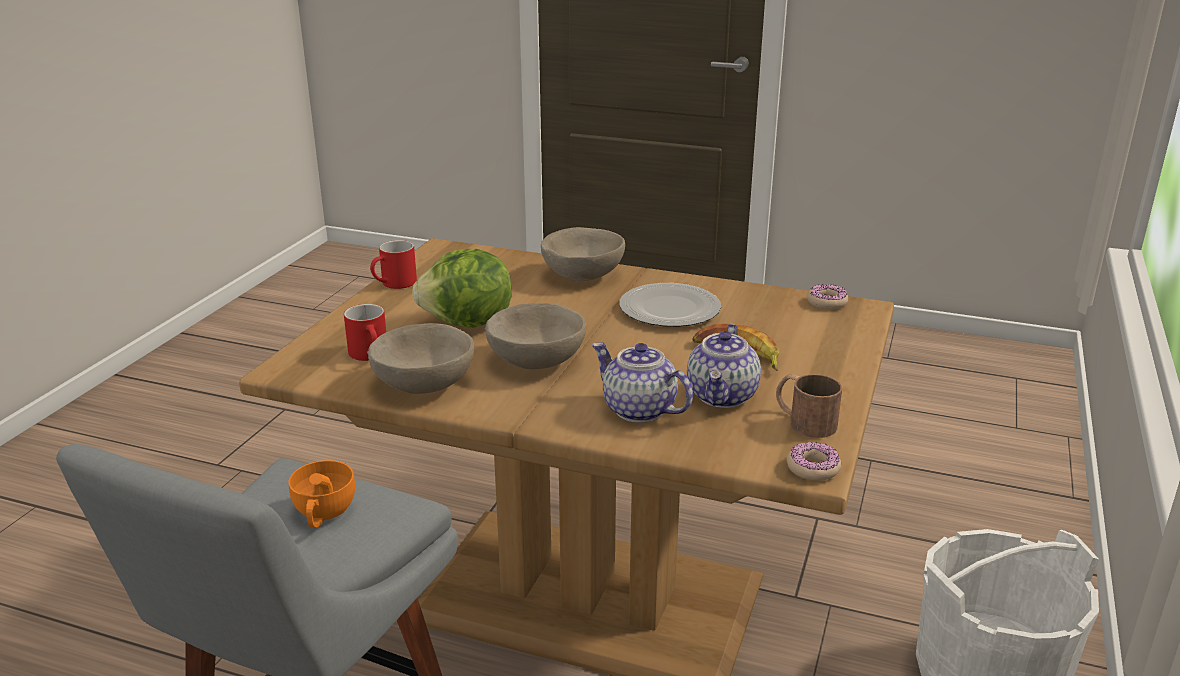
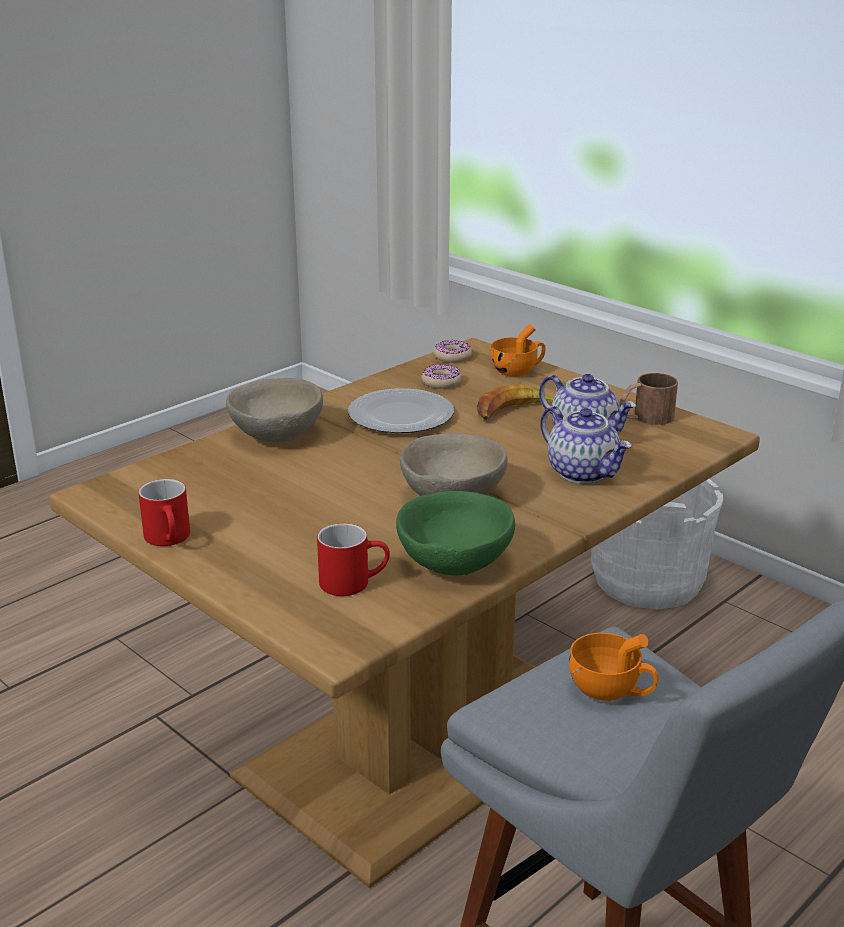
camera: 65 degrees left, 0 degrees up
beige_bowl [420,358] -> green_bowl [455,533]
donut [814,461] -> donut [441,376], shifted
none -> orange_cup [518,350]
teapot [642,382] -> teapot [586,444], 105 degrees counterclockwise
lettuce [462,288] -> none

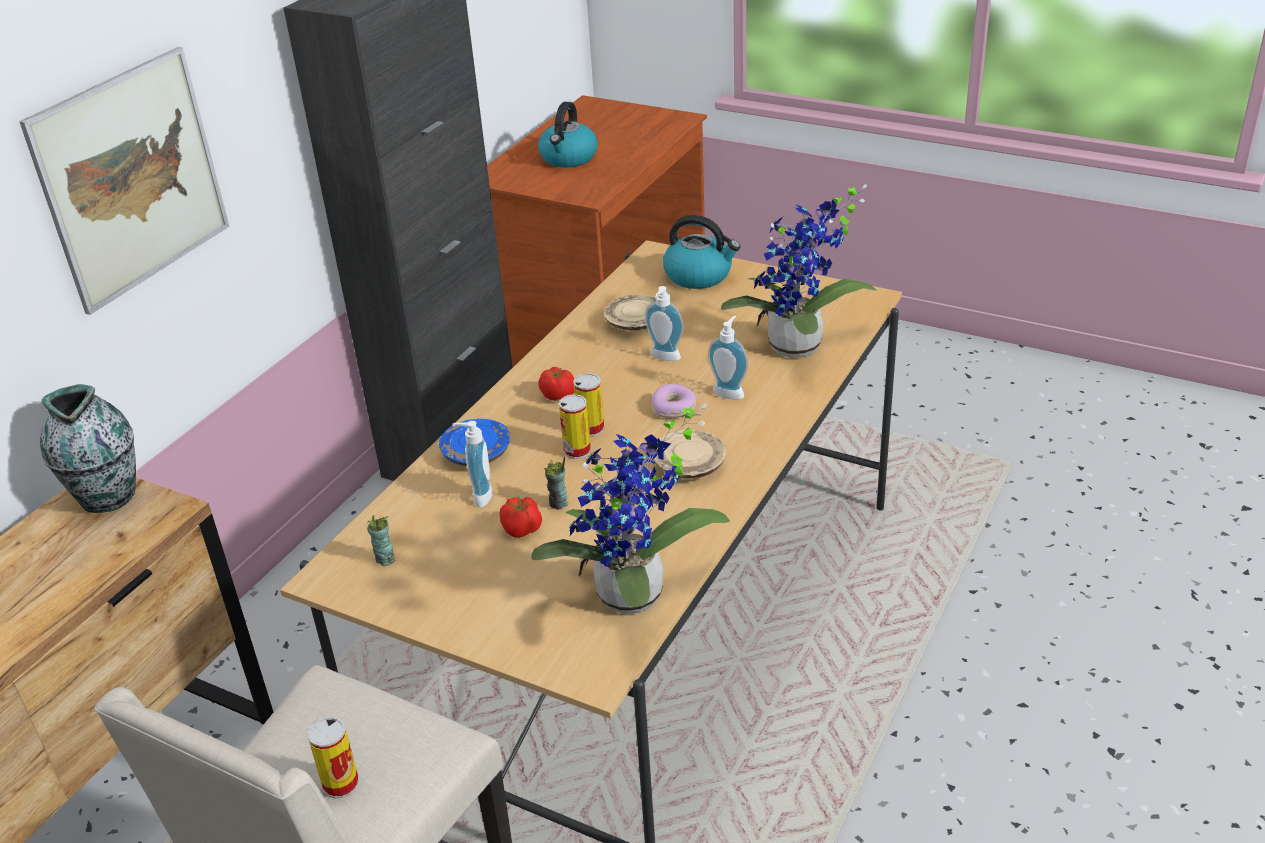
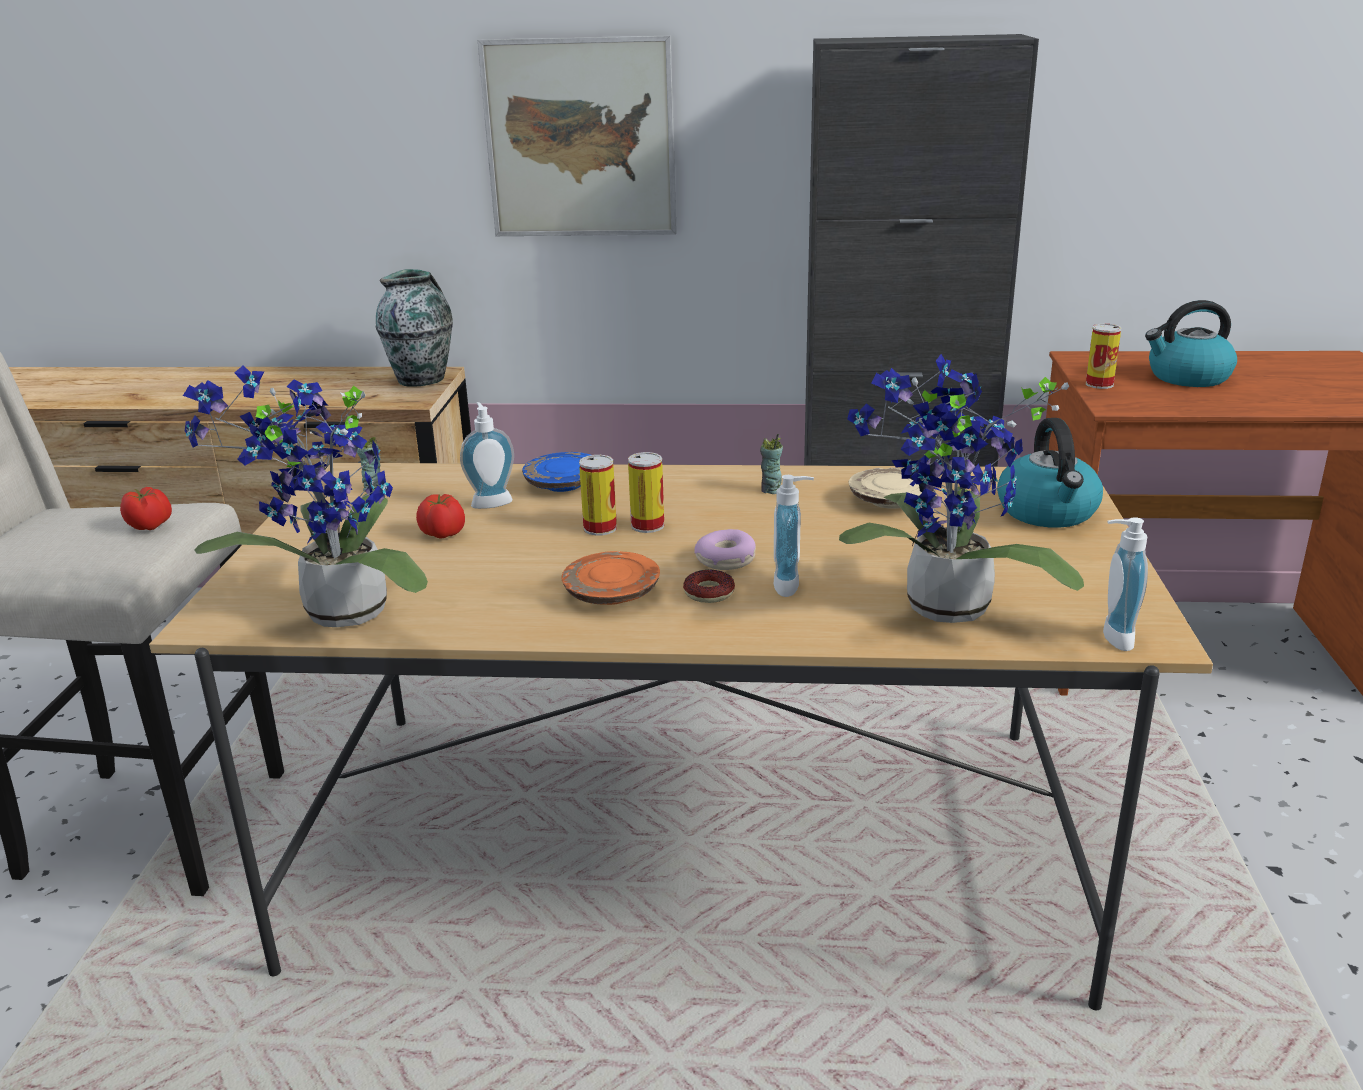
camera: 65 degrees right, 10 degrees down
tomato [556,384] -> tomato [146,508], shifted
beige_plate [690,454] -> orange_plate [610,578]
none -> donut [709,586]
cup [556,483] -> cup [771,464], shifted
can [333,757] -> can [1103,356], shifted
soap_dispenser [664,323] -> soap_dispenser [1125,584], shifted

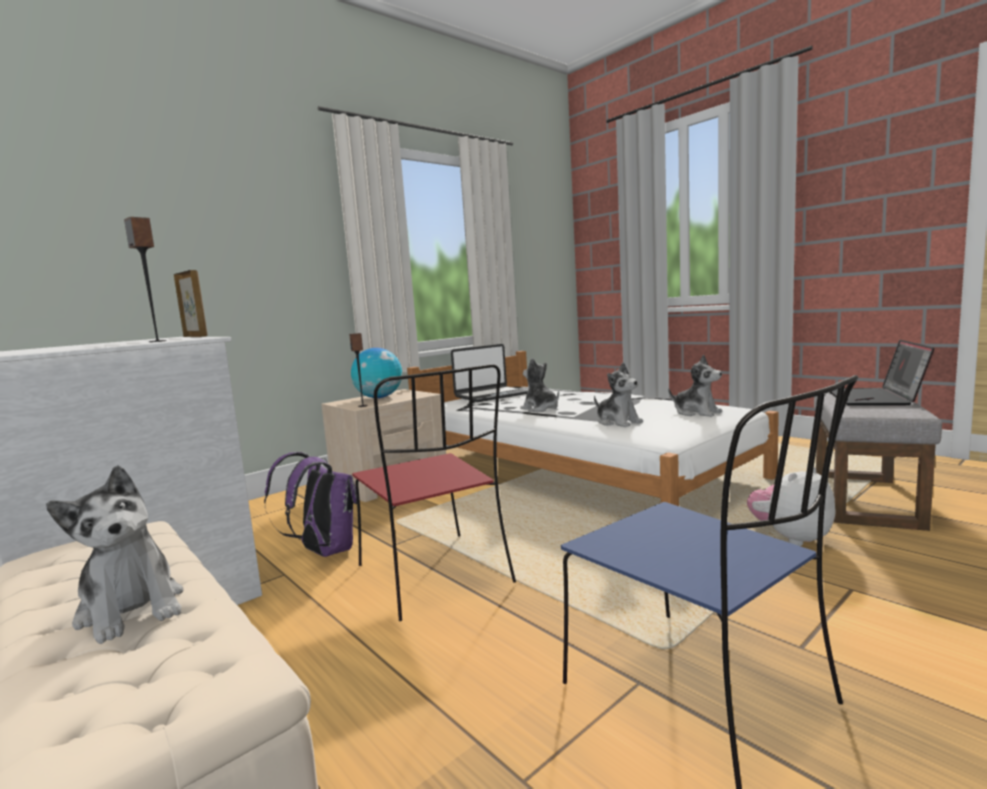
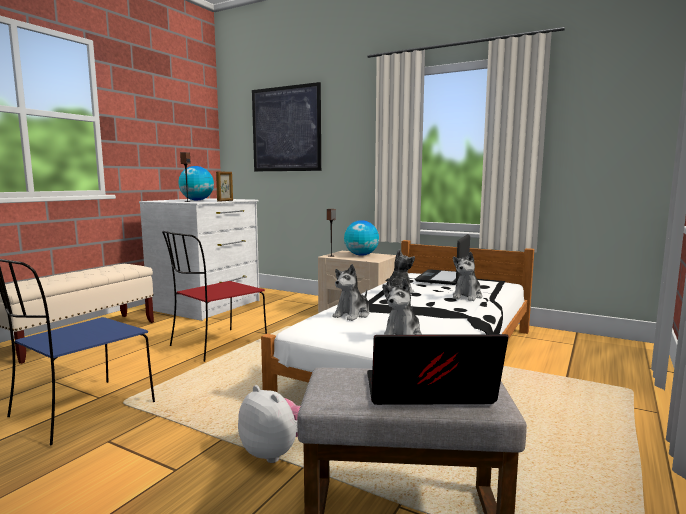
camera: 70 degrees right, 0 degrees up
none -> globe [196,183]
none -> picture [286,126]
laptop [489,373] -> laptop [442,259], 75 degrees clockwise
plush_toy [114,554] -> plush_toy [468,276], shifted
purple_backpack [310,504] -> none

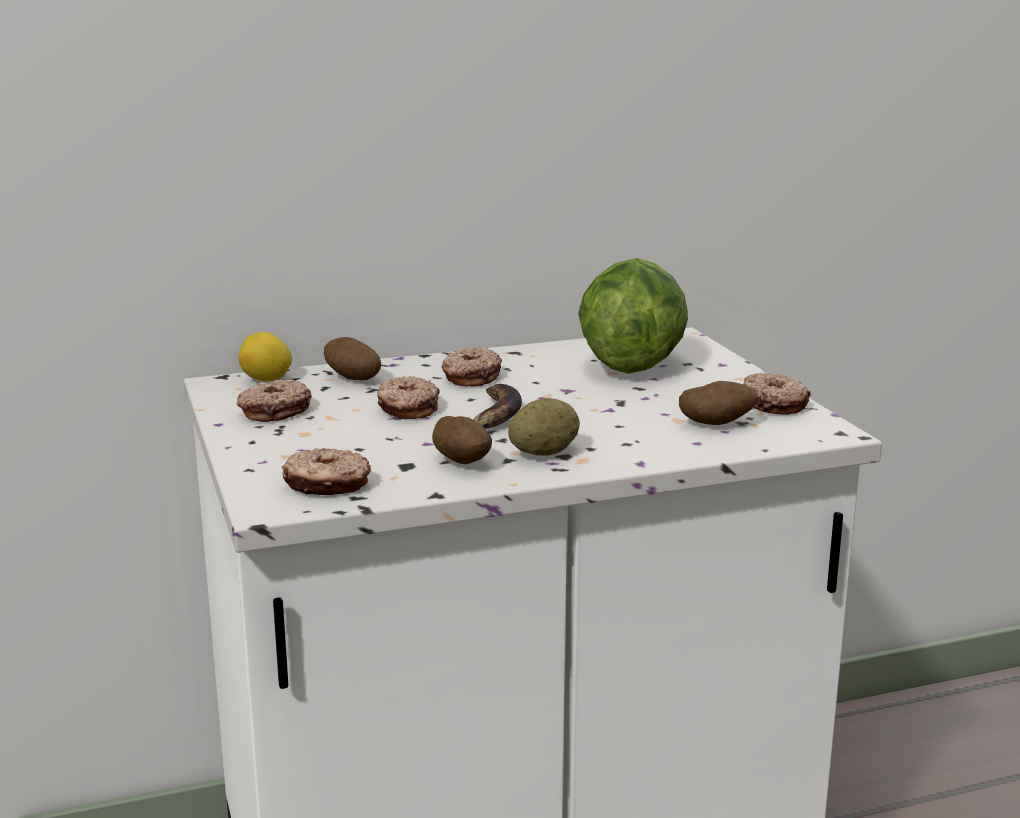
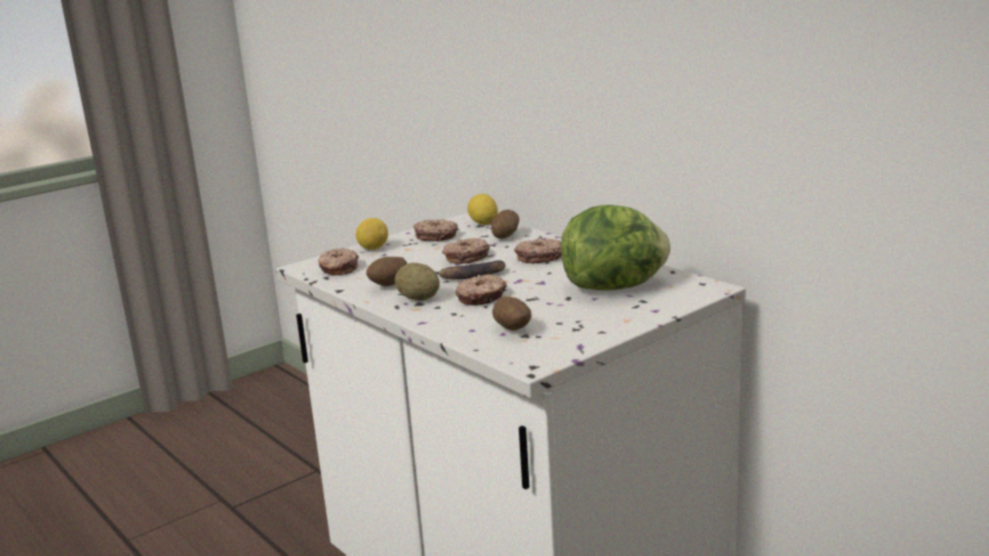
camera: 70 degrees right, 0 degrees up
none -> lemon [372,234]
donut [777,394] -> donut [481,289], shifted

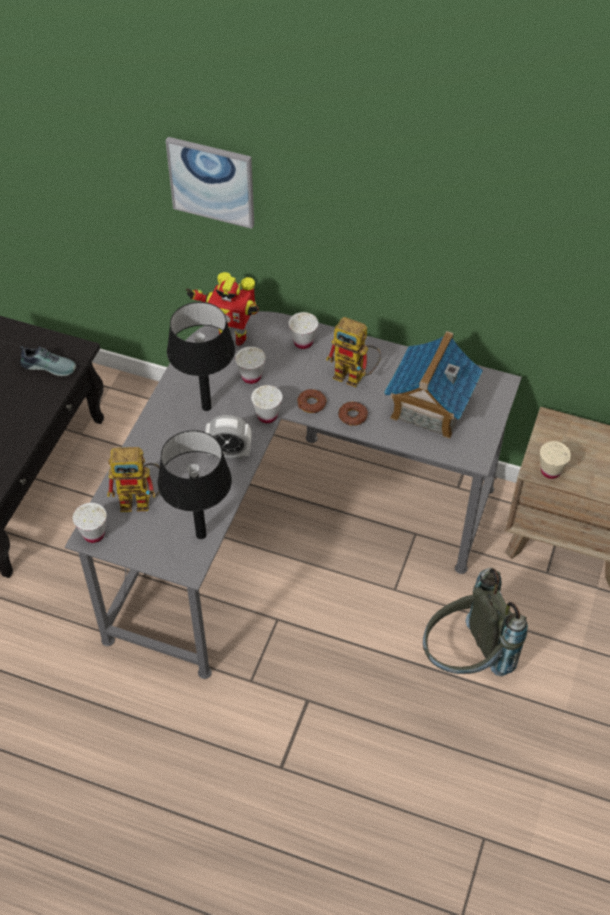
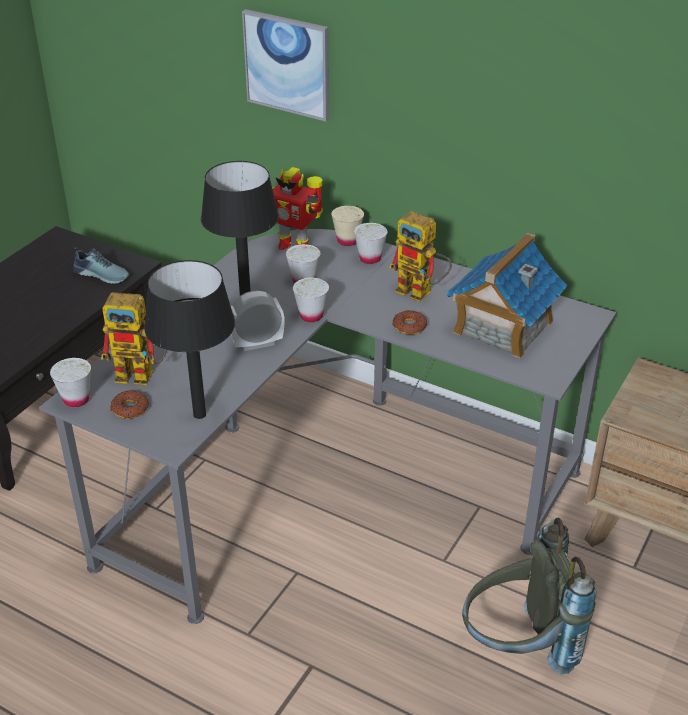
camera: 10 degrees right, 15 degrees down
donut [312,401] -> donut [129,404], shifted
alarm_clock [228,437] -> alarm_clock [258,320], 150 degrees clockwise
beige_cup [555,460] -> beige_cup [347,226], shifted

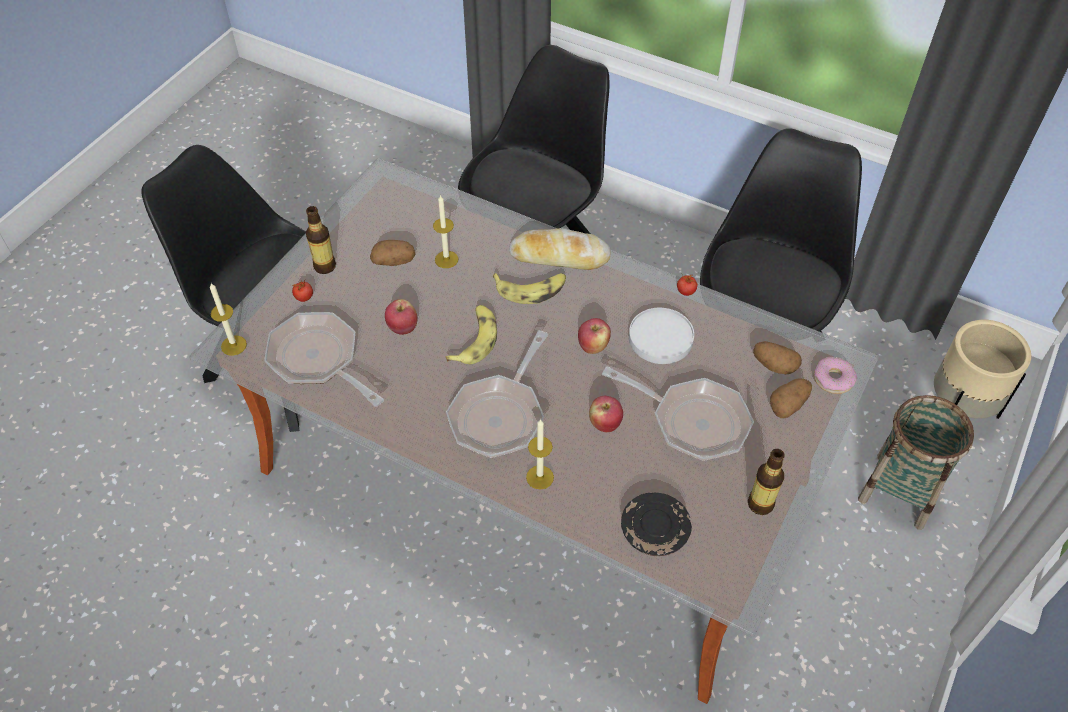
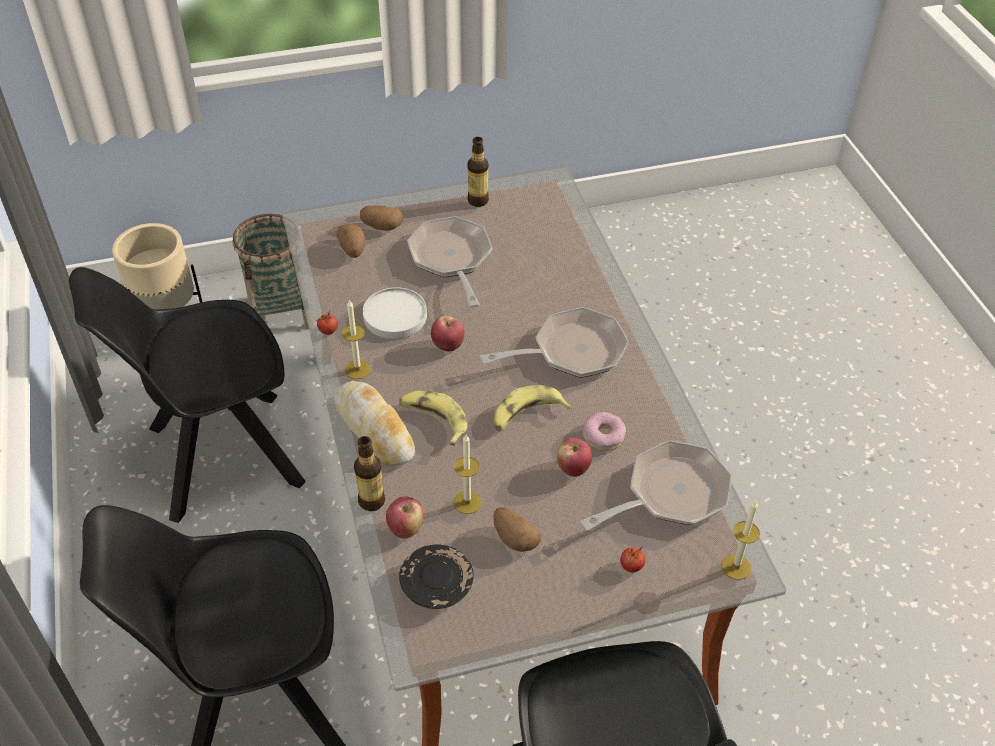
camera: 135 degrees left, 5 degrees down
candle [540,454] -> candle [356,339], shifted
bottle [321,240] -> bottle [369,473], shifted
apple [606,414] -> apple [404,517], shifted
black_plate [656,524] -> black_plate [436,576], shifted
frying_pan [324,359] -> frying_pan [656,485], 120 degrees counterclockwise
donut [835,375] -> donut [604,431], shifted

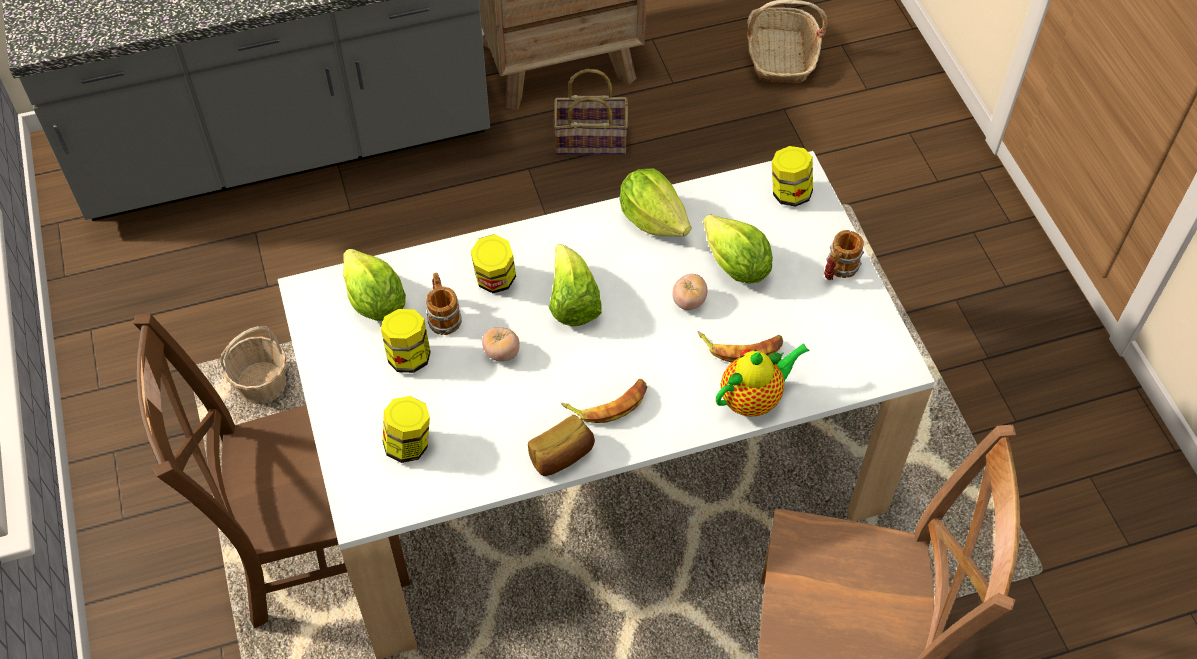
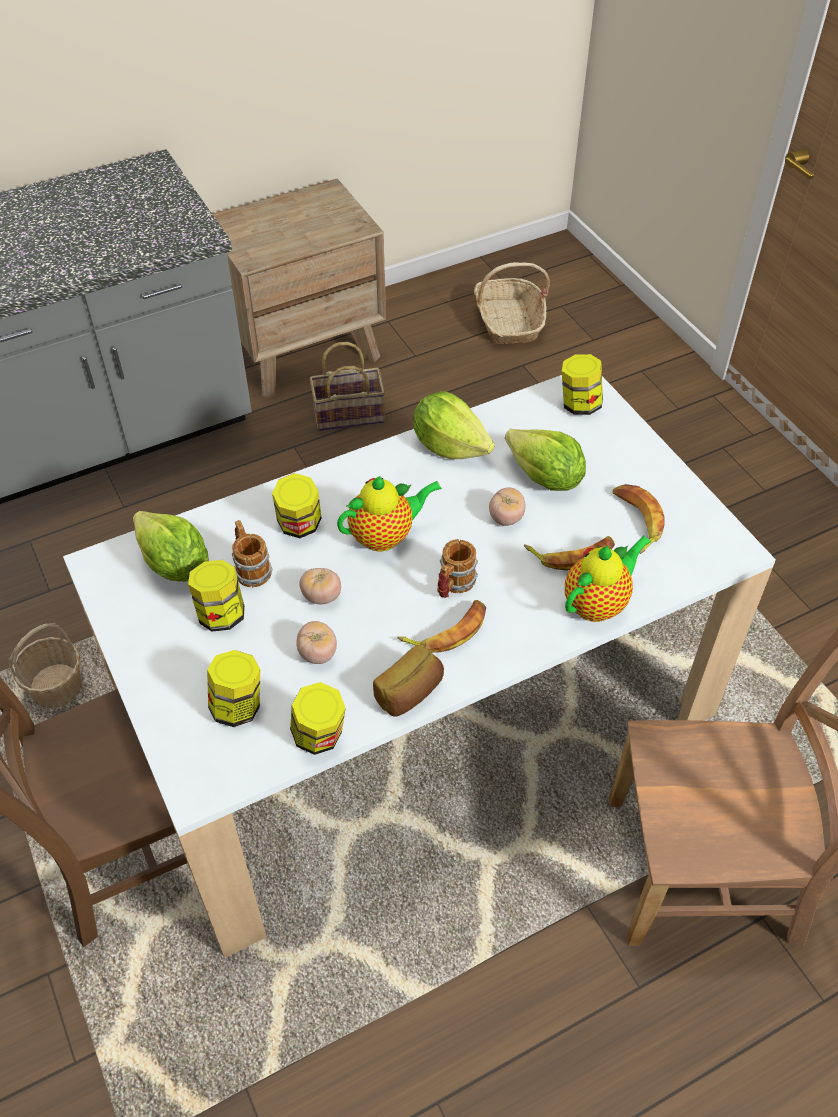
camera: 10 degrees left, 5 degrees down
none -> jar [318,718]
none -> tomato [316,642]
lettuce [575,285] -> teapot [389,514]
mug [844,255] -> mug [458,568], shifted
none -> banana [638,519]

